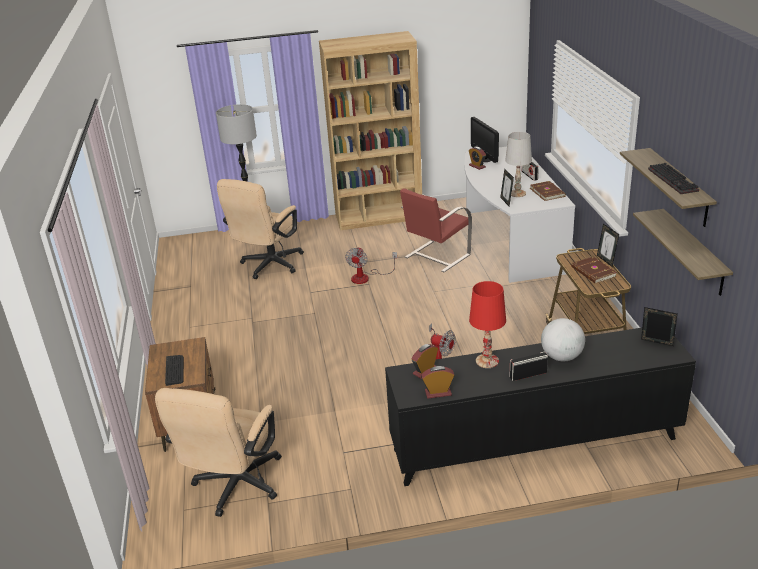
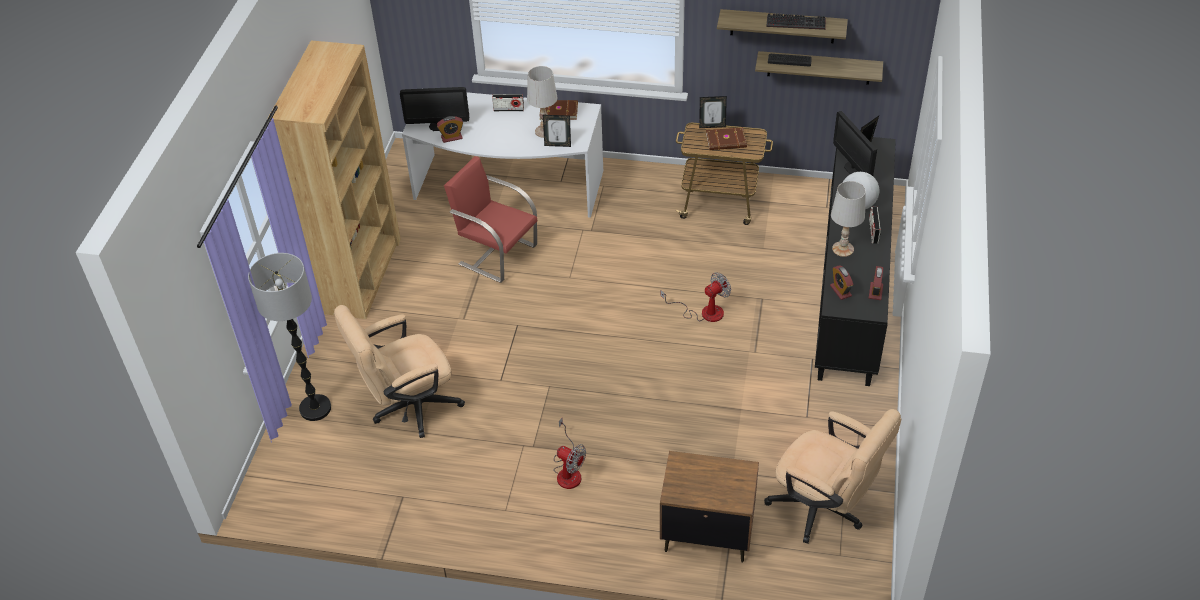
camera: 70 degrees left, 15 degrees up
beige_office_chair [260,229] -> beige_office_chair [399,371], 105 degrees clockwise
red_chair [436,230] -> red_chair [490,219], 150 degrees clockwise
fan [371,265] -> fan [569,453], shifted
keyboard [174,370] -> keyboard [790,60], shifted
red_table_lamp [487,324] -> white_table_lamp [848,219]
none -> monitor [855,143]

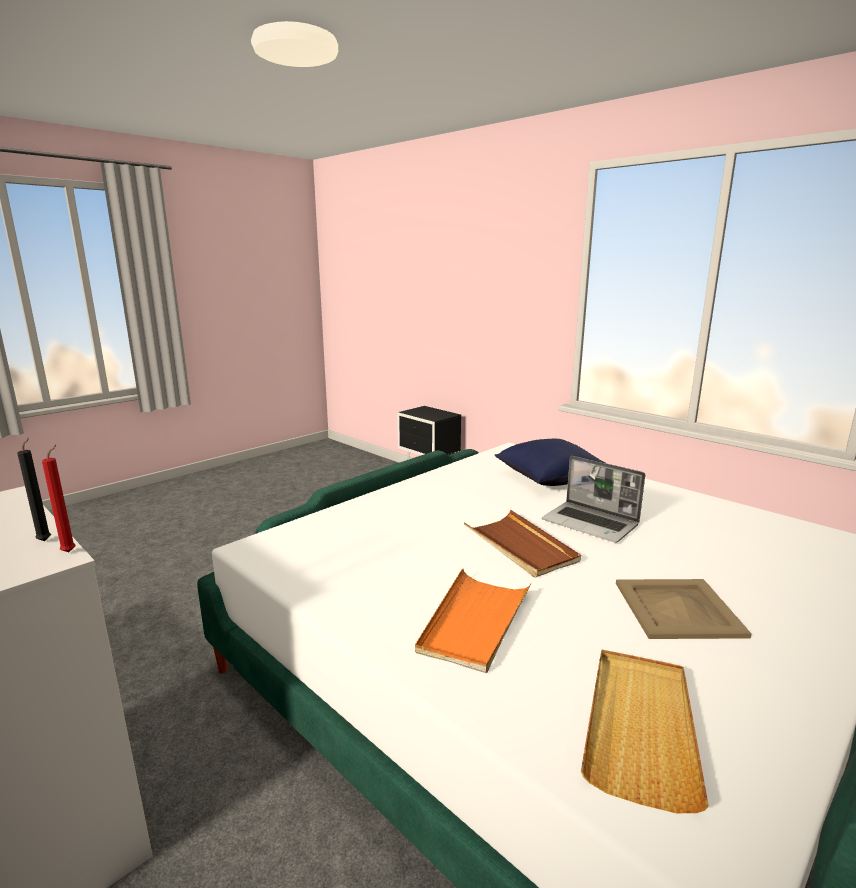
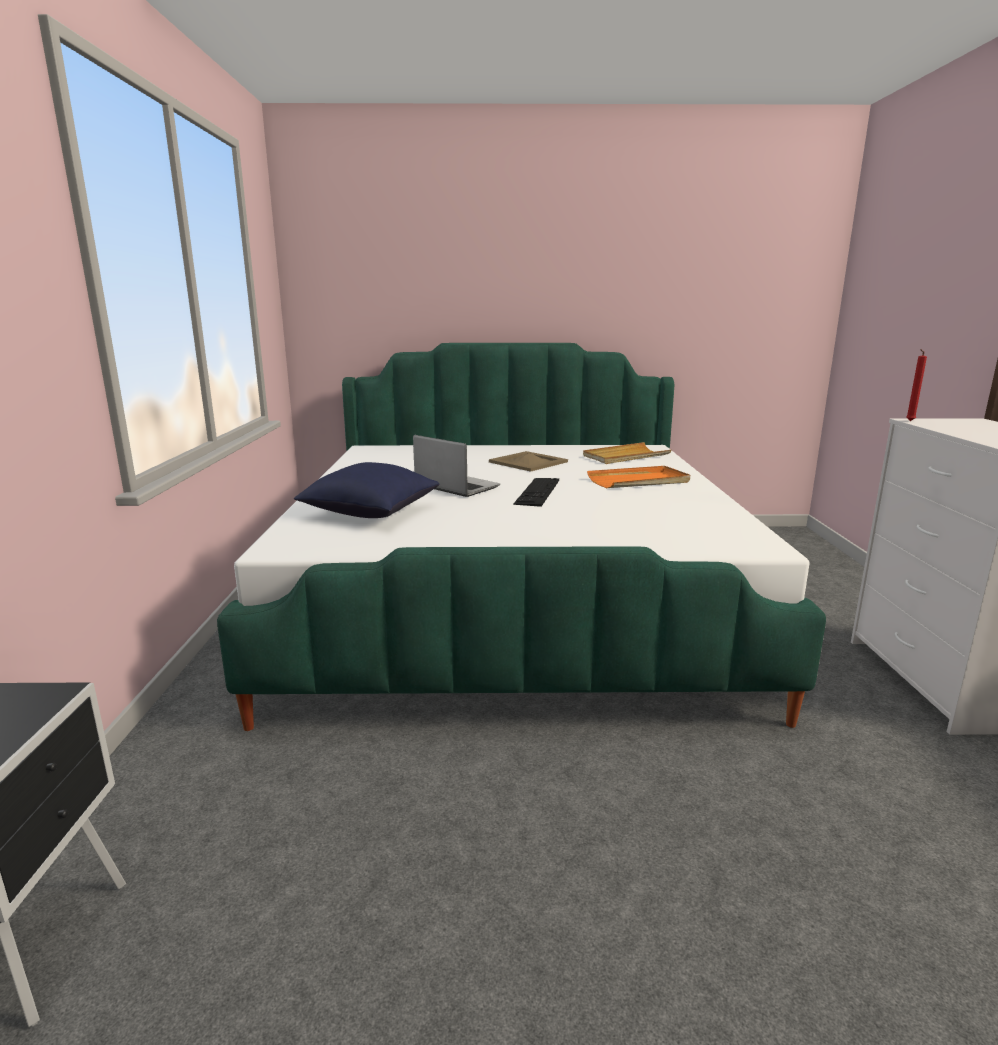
camera: 135 degrees left, 0 degrees up
laptop [593,499] -> laptop [456,466], 45 degrees counterclockwise
brown_tray [522,544] -> keyboard [536,492]
black_candle [34,489] -> none

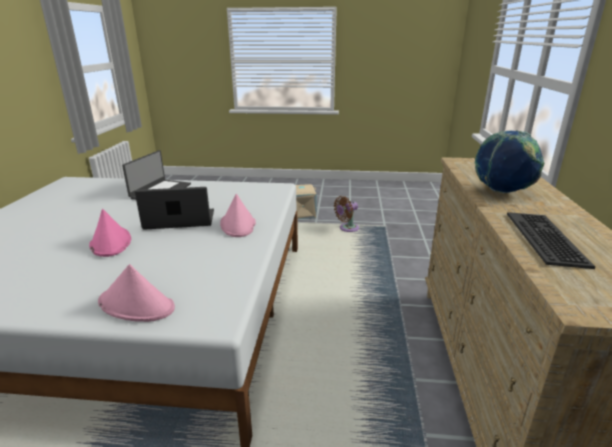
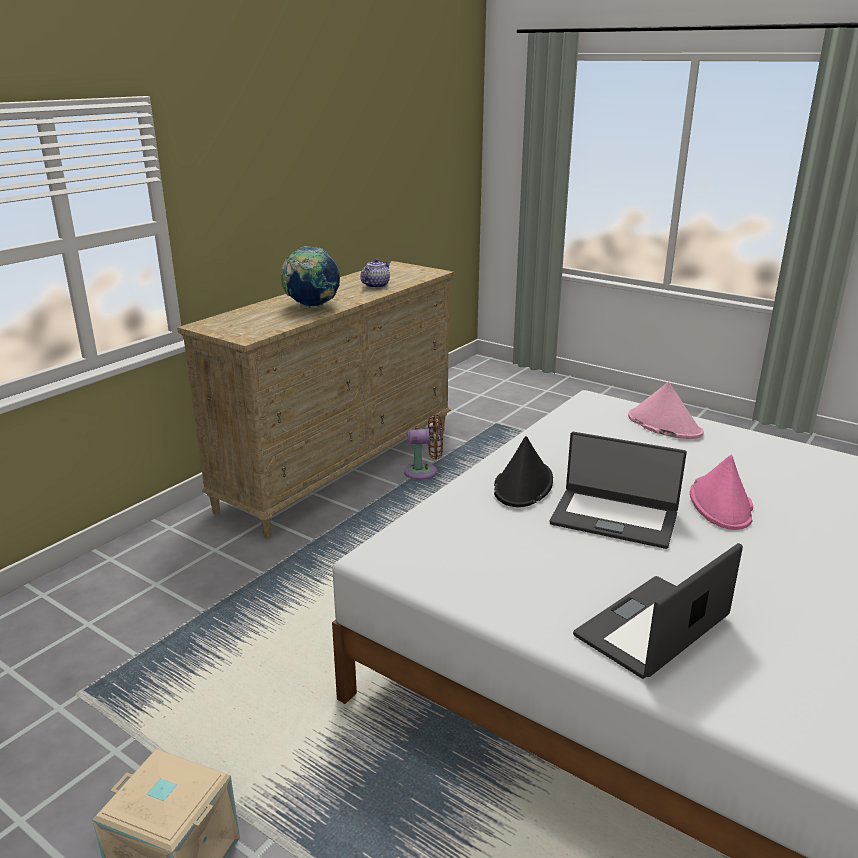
camera: 150 degrees left, 0 degrees up
keyboard [551,240] -> teapot [375,273]
brown_fan [346,214] -> brown_fan [423,446], shifted
pink_hat [238,215] -> black_hat [523,471]

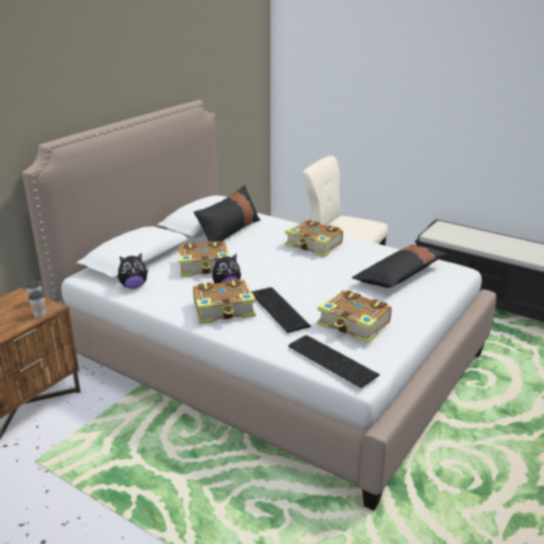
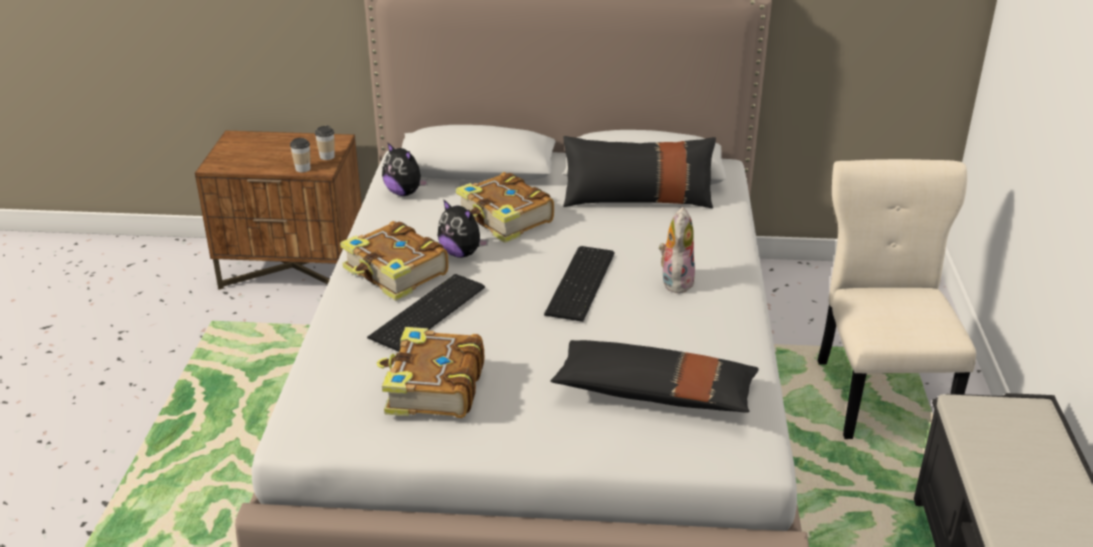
camera: 60 degrees right, 5 degrees up
keyboard [334,361] -> keyboard [579,284], shifted
book [314,238] -> plush_toy [677,250]

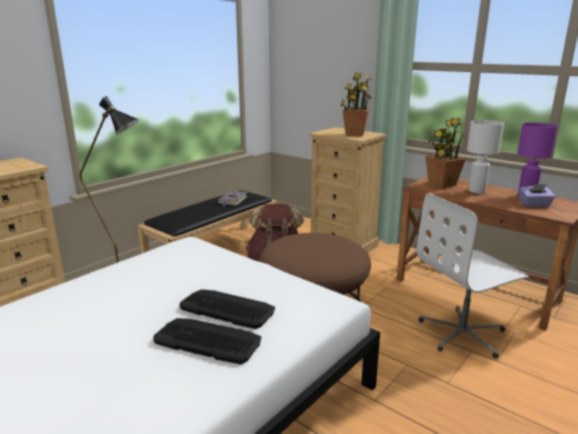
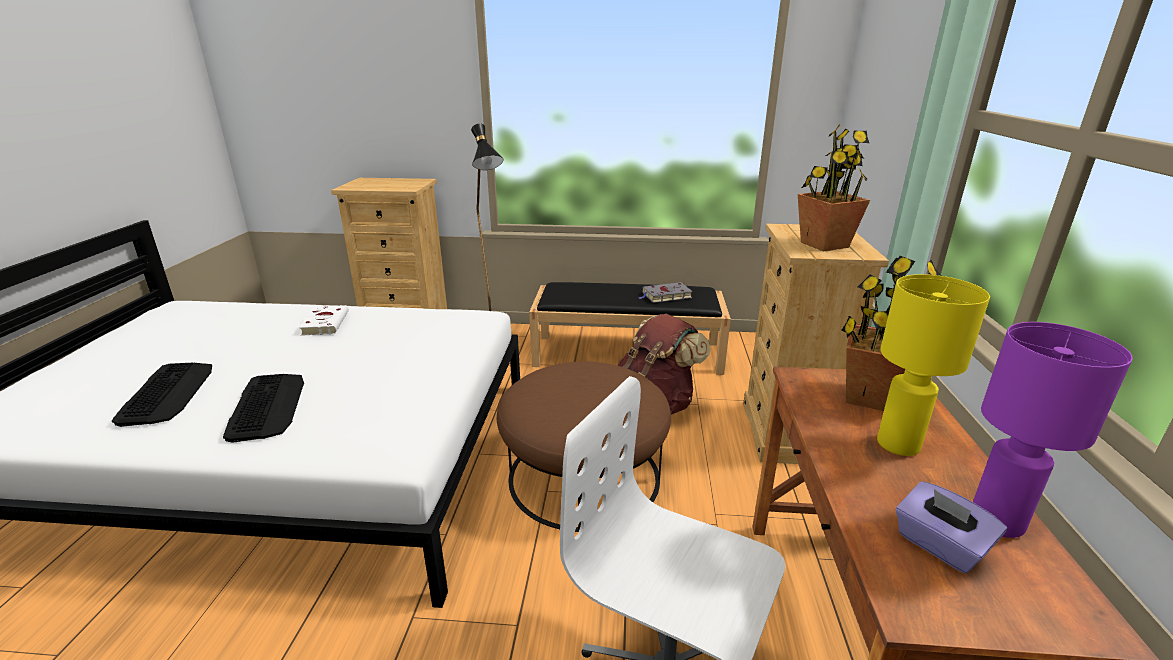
camera: 55 degrees right, 5 degrees up
keyboard [227,309] -> keyboard [162,395], shifted
none -> white_book [324,320]
white_table_lamp [485,157] -> yellow_table_lamp [933,365]

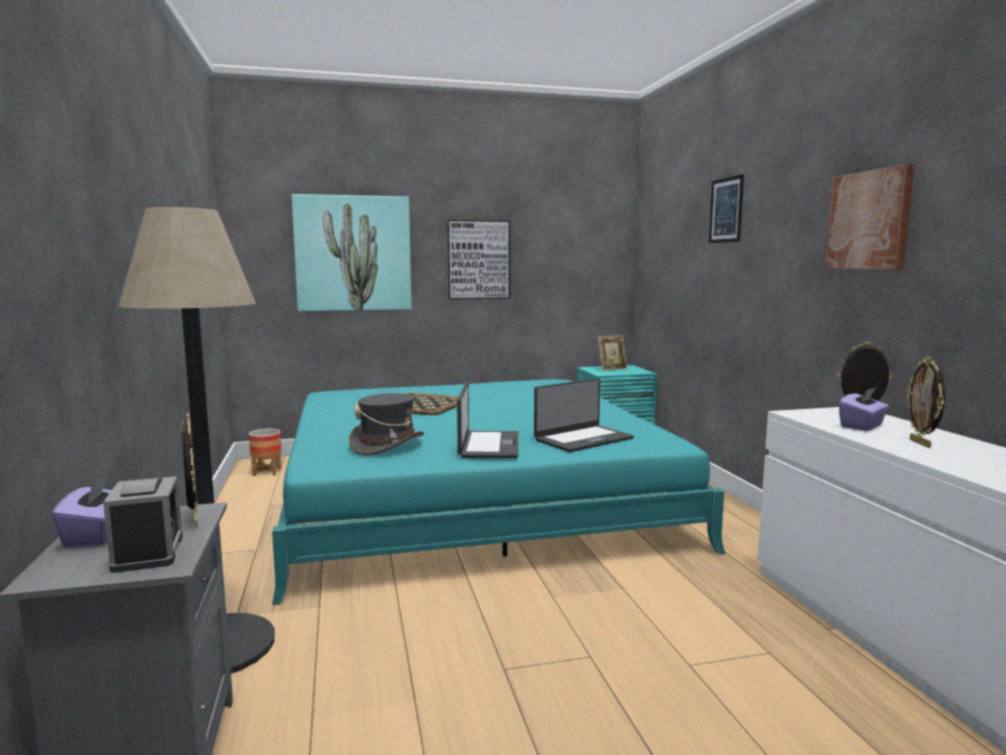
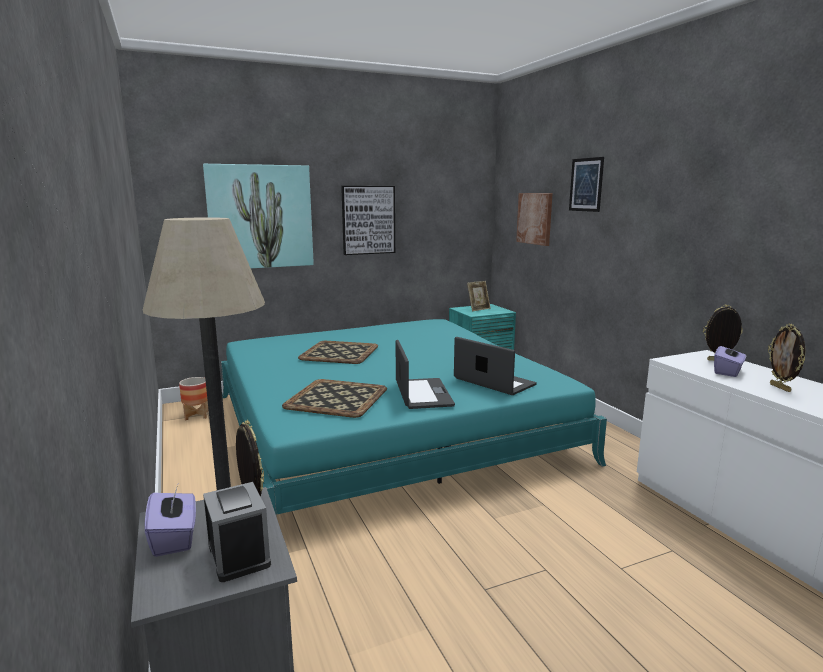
camera: 10 degrees left, 5 degrees up
grey_hat [386,424] -> tray [334,398]
laptop [584,415] -> laptop [495,366], 90 degrees counterclockwise
picture [870,217] -> picture [534,219], shifted

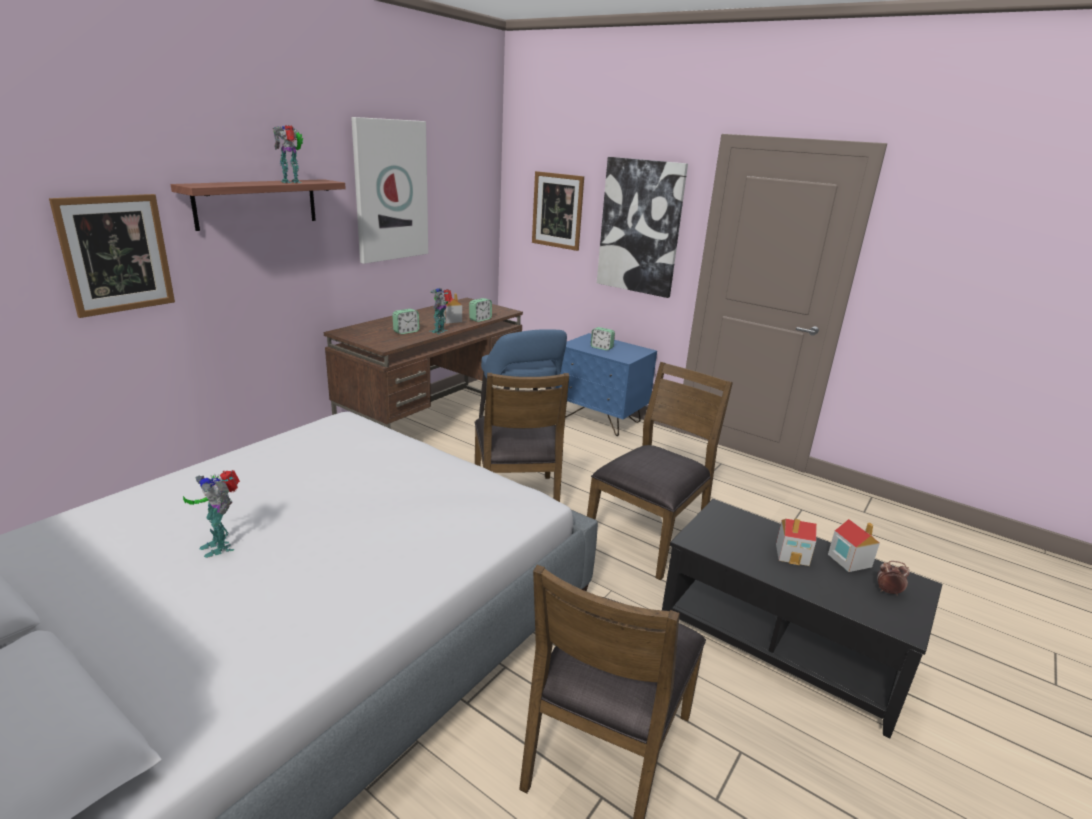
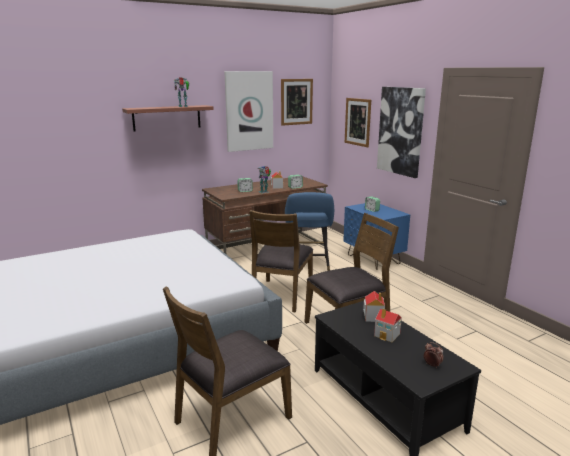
camera: 25 degrees right, 5 degrees down
picture [112,256] -> picture [297,102], shifted
toy_house [854,545] -> toy_house [374,306], shifted
toy_robot [211,514] -> none

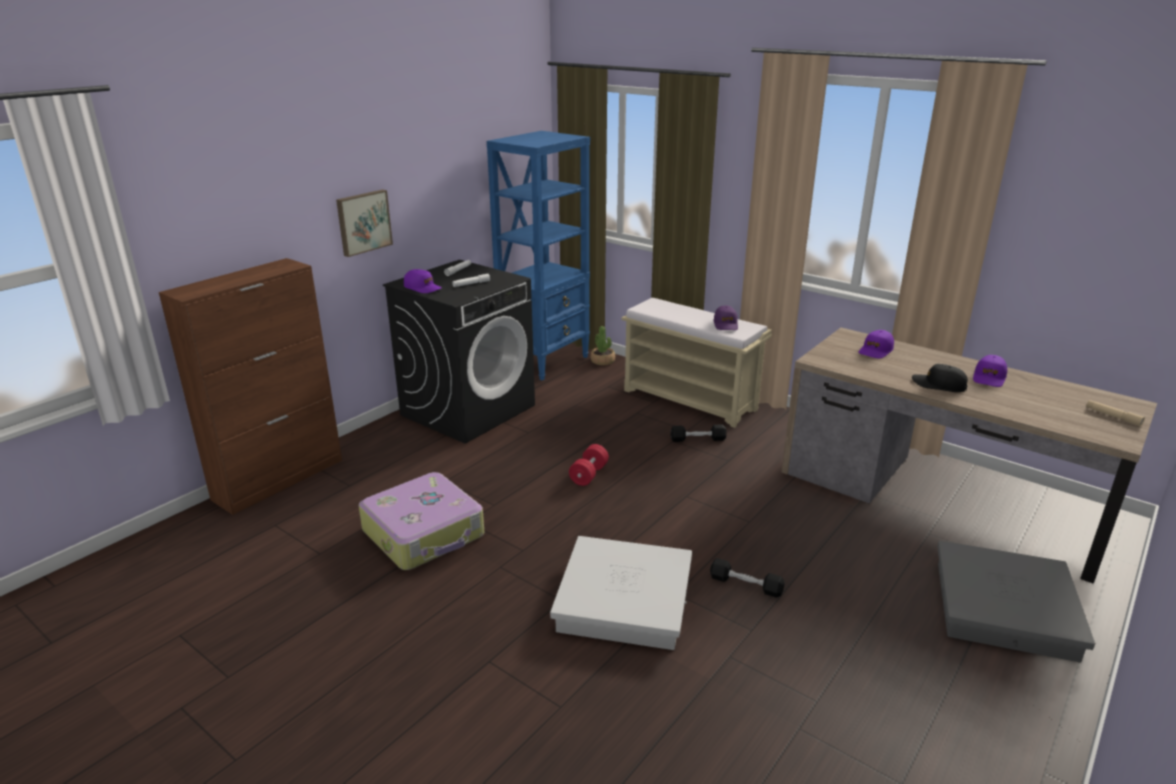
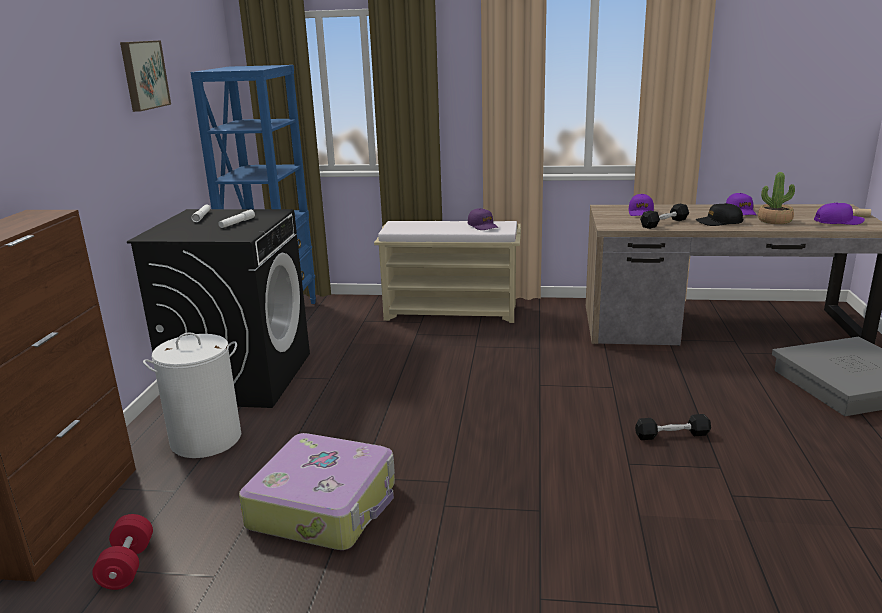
camera: 30 degrees left, 5 degrees down
red_dumbbell [589,465] -> red_dumbbell [122,552], shifted
picture [364,223] -> picture [145,76], shifted
none -> white_laundry_basket [192,395]
black_dumbbell [698,433] -> black_dumbbell [664,216], shifted
potted_plant [602,345] -> potted_plant [776,198], shifted
purple_cap [423,281] -> purple_cap [839,214], shifted
white_storage_box [621,593] -> none

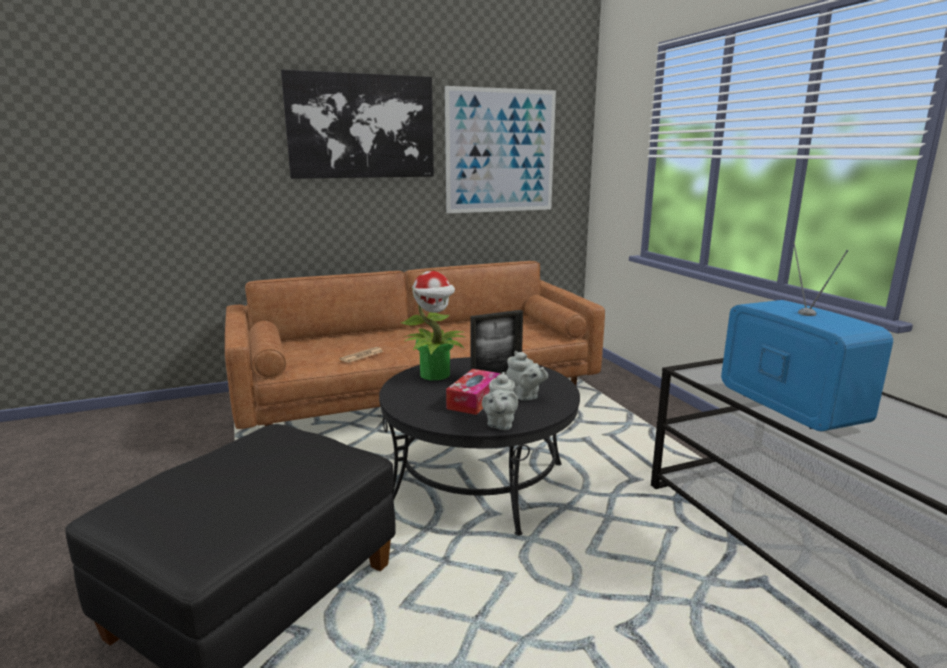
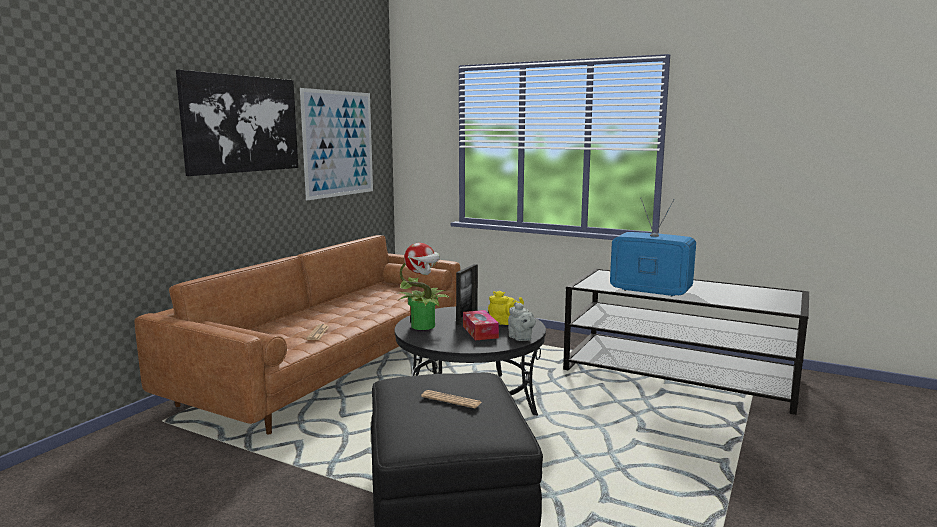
camera: 40 degrees left, 5 degrees down
none -> newspaper [451,399]
grey_teapot [527,376] -> yellow_teapot [506,308]

